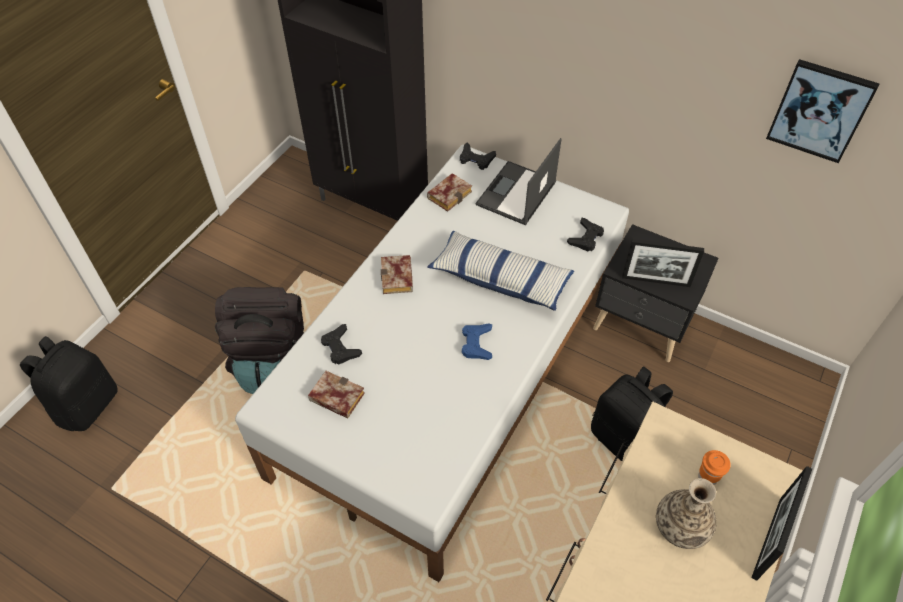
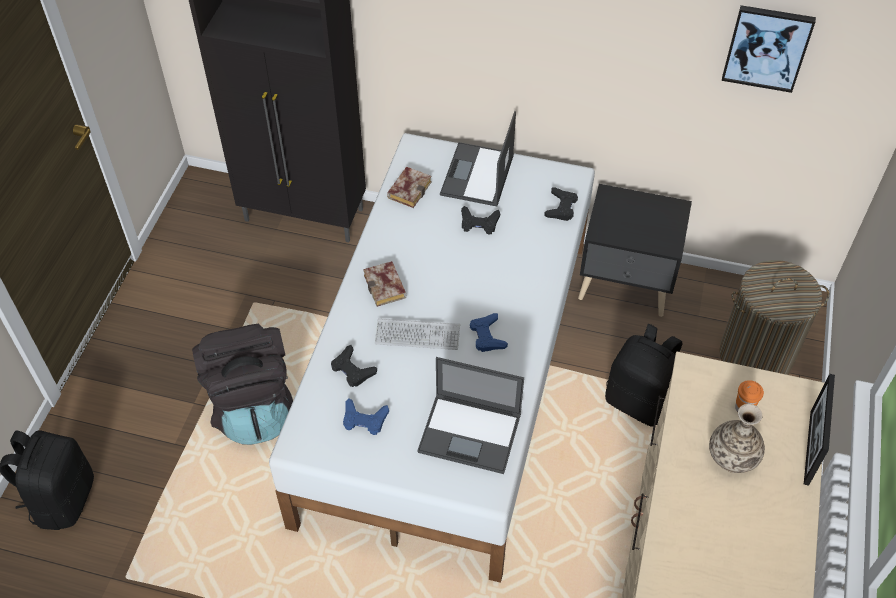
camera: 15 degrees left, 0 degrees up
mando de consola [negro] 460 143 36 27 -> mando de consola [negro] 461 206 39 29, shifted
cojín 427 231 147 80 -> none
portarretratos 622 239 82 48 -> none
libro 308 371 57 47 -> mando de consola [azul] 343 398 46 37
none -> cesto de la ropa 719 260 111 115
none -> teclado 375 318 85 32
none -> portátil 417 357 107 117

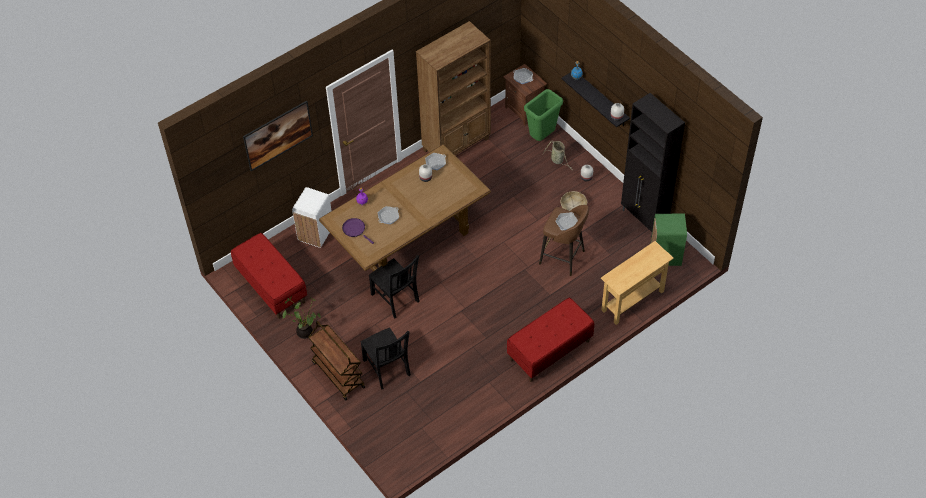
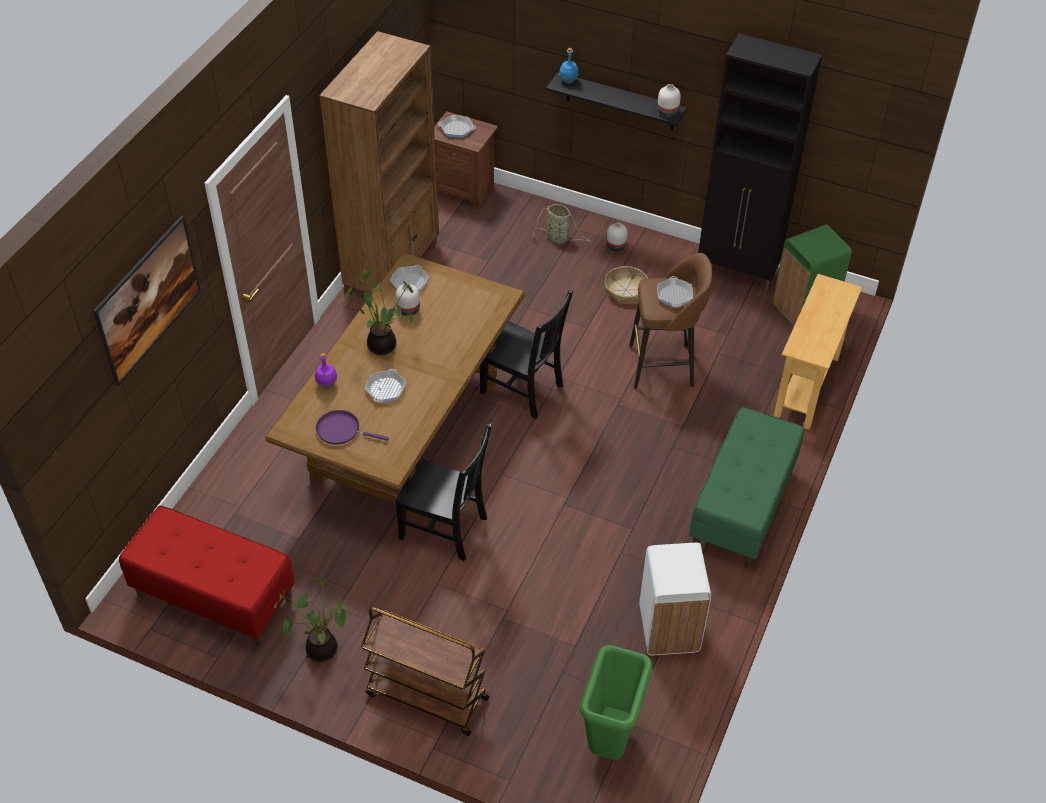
camera: 30 degrees left, 5 degrees down
papelera [verde] 524 89 39 52 -> papelera [verde] 580 645 73 115, shifted
papelera [blanco] 292 187 40 61 -> papelera [blanco] 639 543 72 112, shifted
banco [rojo] 507 297 87 85 -> banco [verde] 689 407 115 161
silla [negro] 360 327 51 63 -> silla [negro] 480 290 94 129, shifted
none -> planta en maceta 344 269 69 86

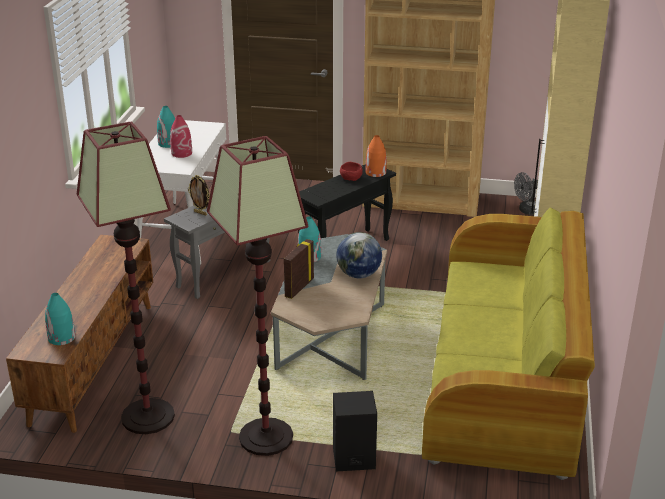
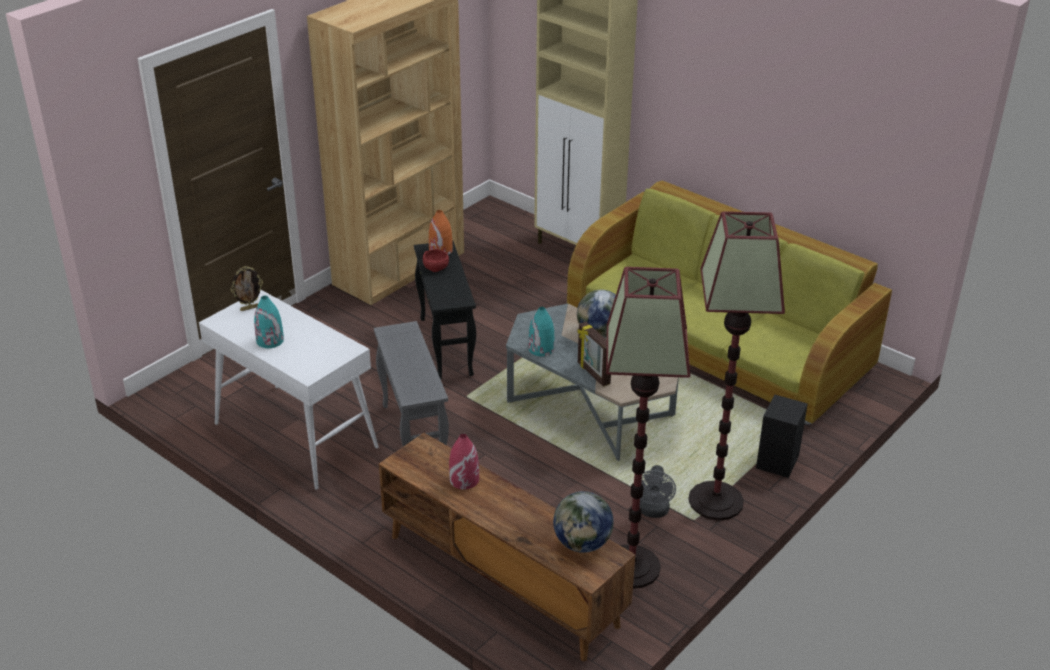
camera: 60 degrees left, 5 degrees up
florero [rojo] 170 115 22 43 -> florero [rojo] 449 434 30 55, shifted
ventilador [gris] 514 172 24 43 -> ventilador [gris] 639 465 37 53, shifted
portarretratos 188 175 22 41 -> portarretratos 231 266 32 45, shifted
florero [turquesa] 45 293 31 52 -> globo terráqueo 553 491 61 62

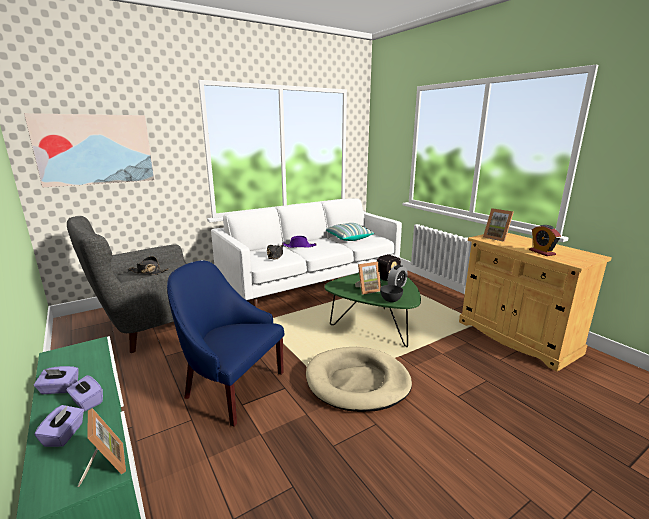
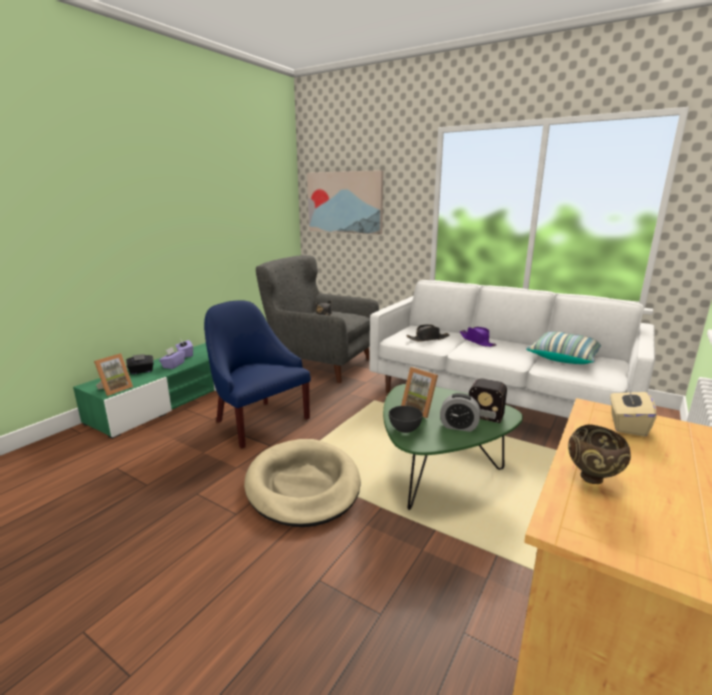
camera: 65 degrees right, 0 degrees up
portarretratos 483 208 31 34 -> caja de pañuelos [beis] 610 386 47 51
despertador 529 225 32 31 -> cuenco [marrón] 568 425 63 59
sillón [azul] 167 260 117 167 -> sillón [azul] 204 300 107 148, 45 degrees counterclockwise
caja de pañuelos [morado] 34 405 50 42 -> caja de pañuelos [negro] 126 354 28 20

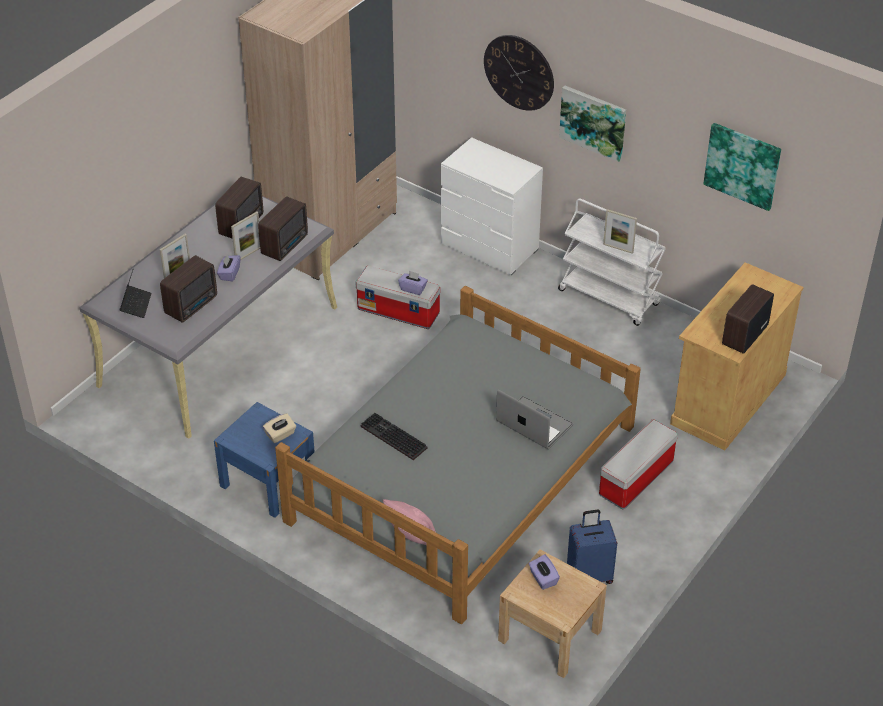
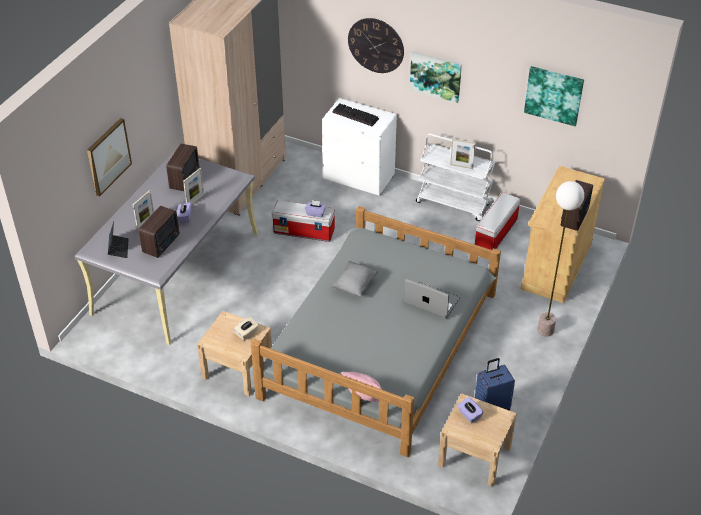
camera: 10 degrees left, 0 degrees up
radio 258 196 50 65 -> none
mesita de noche [azul] 214 402 101 116 -> mesita de noche [beis] 197 311 75 85
teclado 360 413 67 47 -> teclado 333 103 46 23, shifted
caja de almacenaje 599 419 79 90 -> caja de almacenaje 475 192 45 58, shifted
none -> cuadro 87 118 45 78
none -> lámpara de pie 537 181 47 156
none -> cojín [gris] 330 261 48 35

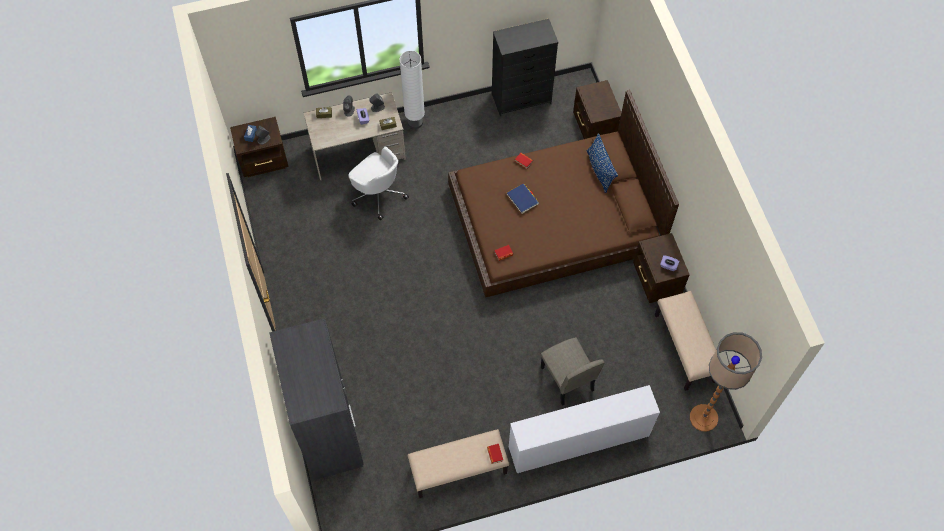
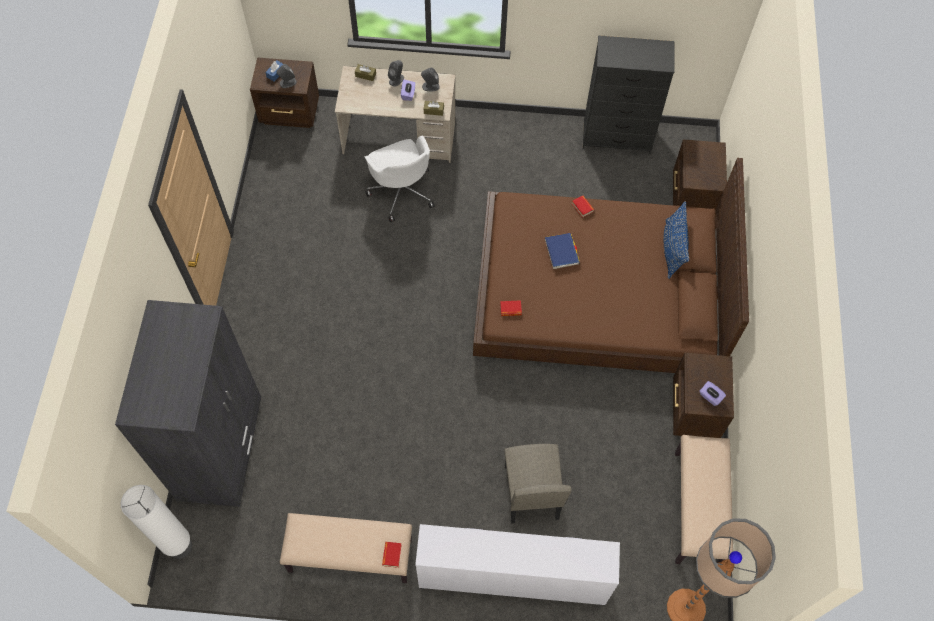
camera: 20 degrees right, 0 degrees up
lámpara de pie [blanco] 399 51 26 78 -> lámpara de pie [blanco] 121 485 71 74, shifted

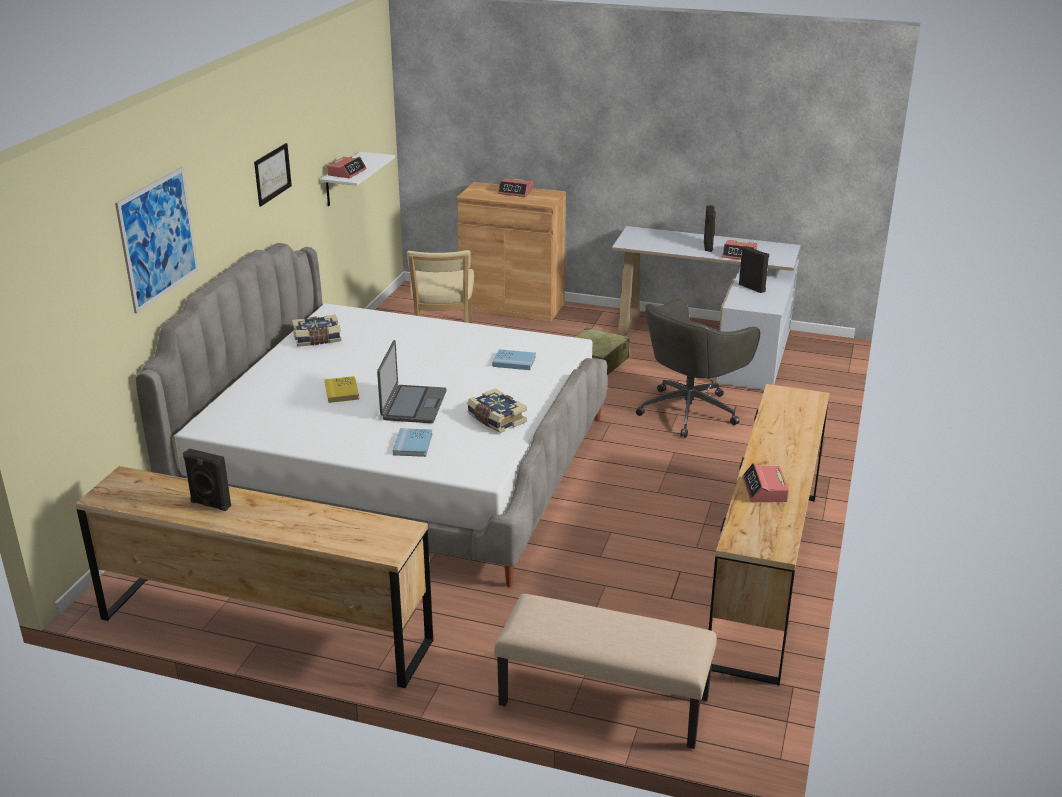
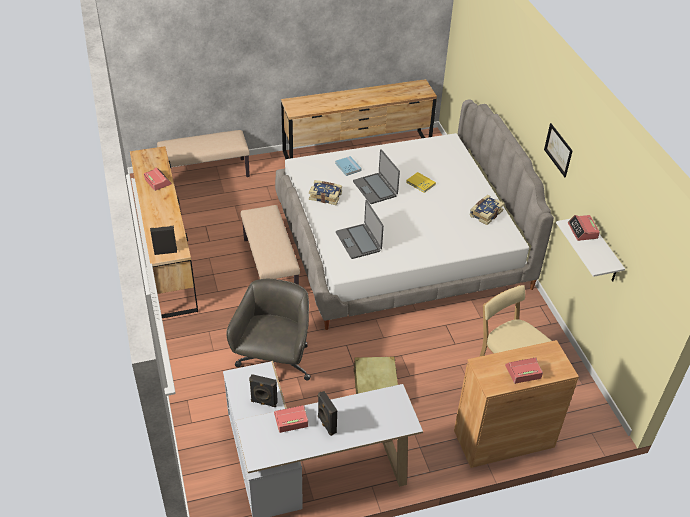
camera: 145 degrees right, 15 degrees up
cuadro 115 167 84 147 -> none
libro [azul] 492 349 44 21 -> portátil 336 200 48 59
altavoz [negro] 183 448 48 63 -> altavoz [negro] 150 226 27 29, shifted
none -> banco [beis] 241 205 59 80

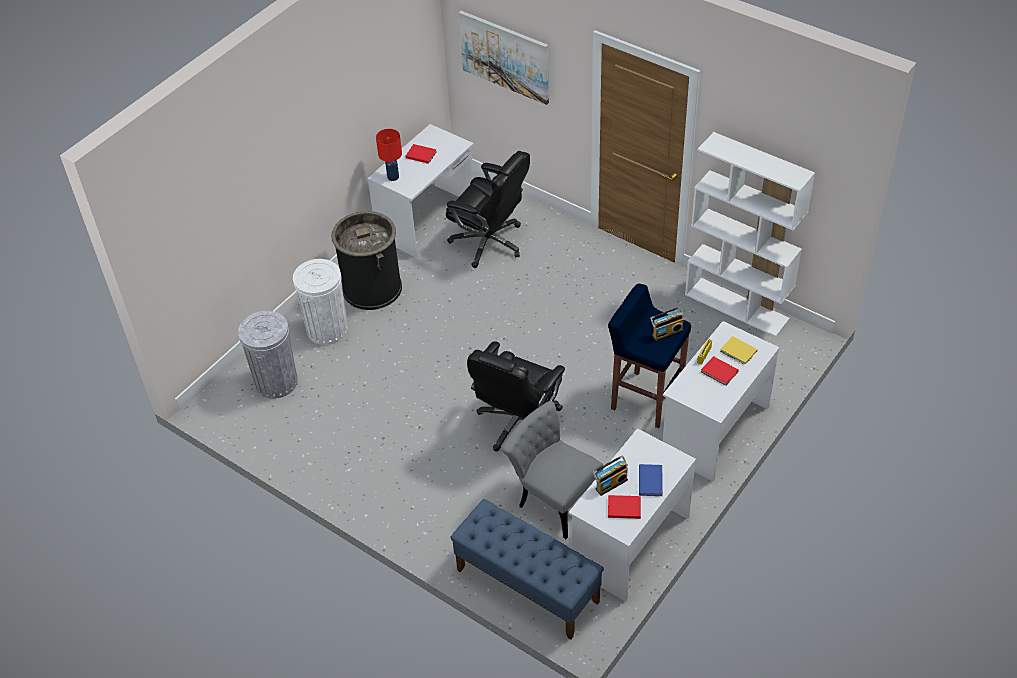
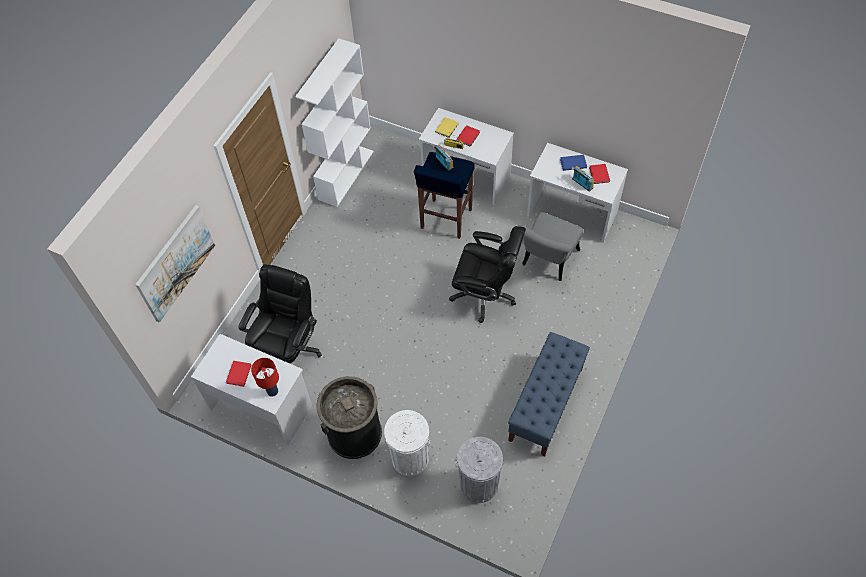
camera: 100 degrees left, 10 degrees up
banco [azul] 450 499 154 141 -> banco [azul] 508 332 82 124, shifted

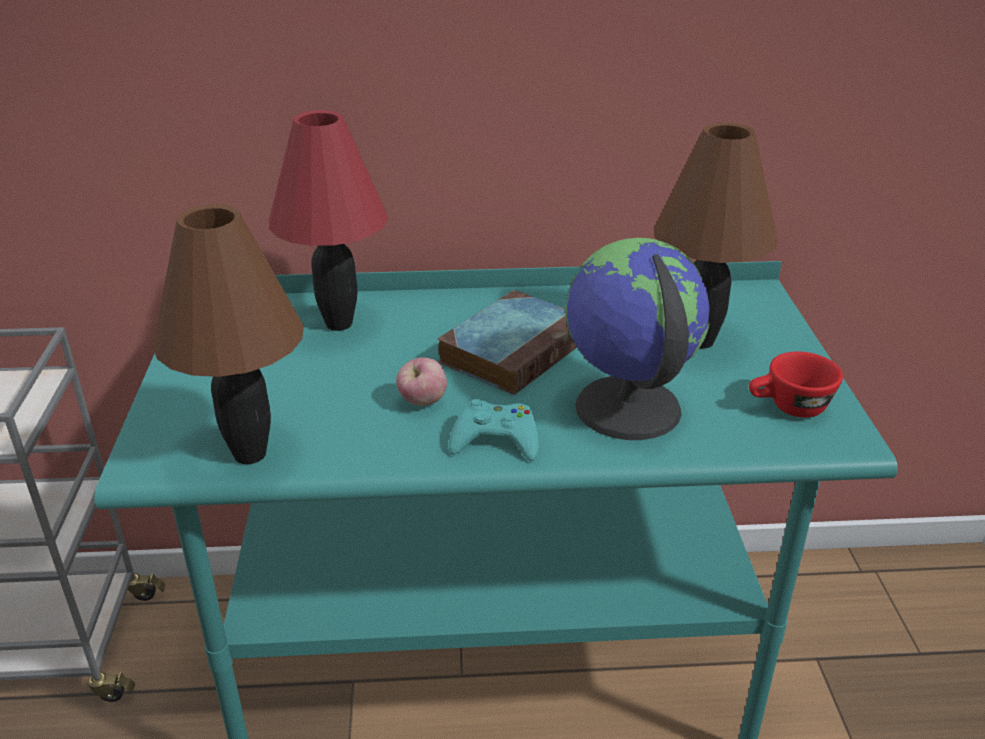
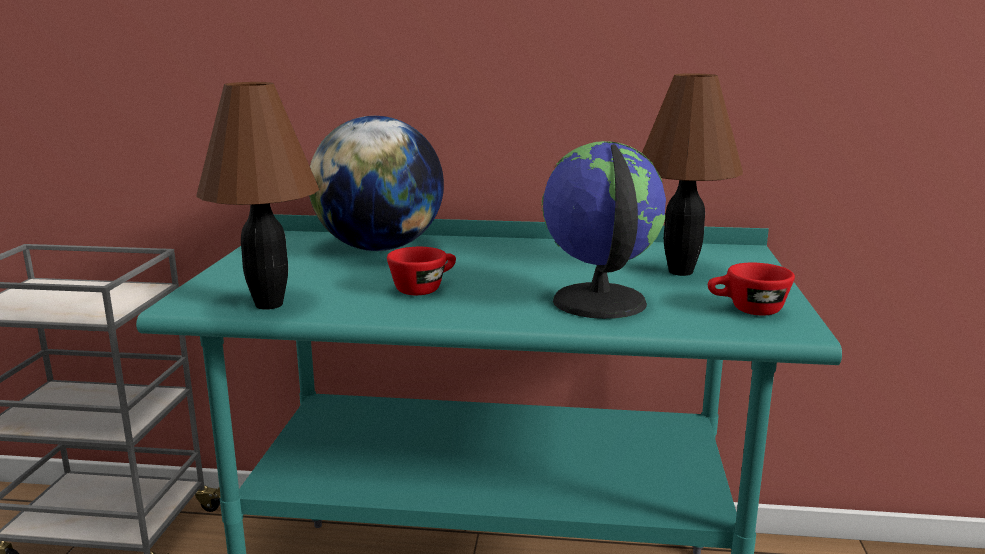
camera: 10 degrees right, 15 degrees down
lámpara de mesa [rojo] 269 110 119 221 -> globo terráqueo 309 116 135 135
libro 438 290 139 105 -> none
manzana 396 358 51 48 -> taza [rojo] 387 247 69 48
mando de consola [turquesa] 449 399 90 62 -> none

